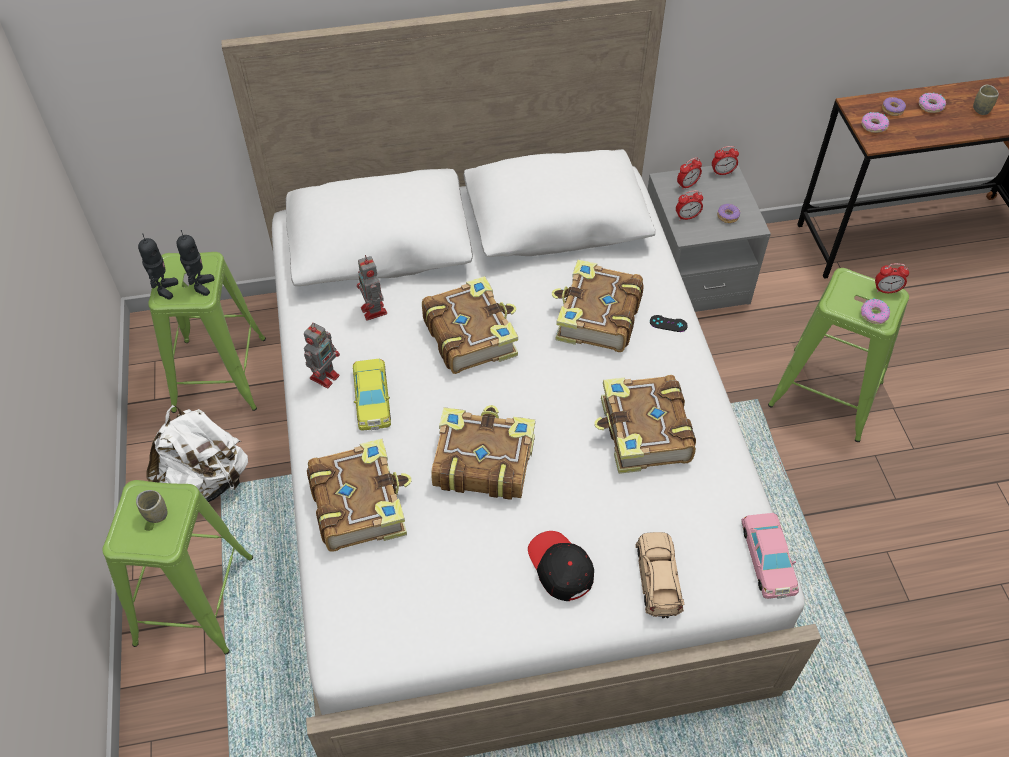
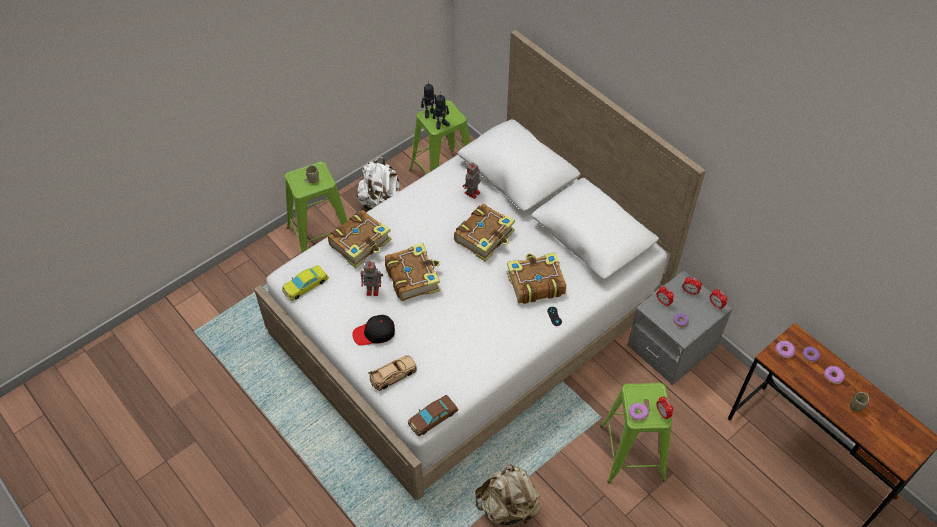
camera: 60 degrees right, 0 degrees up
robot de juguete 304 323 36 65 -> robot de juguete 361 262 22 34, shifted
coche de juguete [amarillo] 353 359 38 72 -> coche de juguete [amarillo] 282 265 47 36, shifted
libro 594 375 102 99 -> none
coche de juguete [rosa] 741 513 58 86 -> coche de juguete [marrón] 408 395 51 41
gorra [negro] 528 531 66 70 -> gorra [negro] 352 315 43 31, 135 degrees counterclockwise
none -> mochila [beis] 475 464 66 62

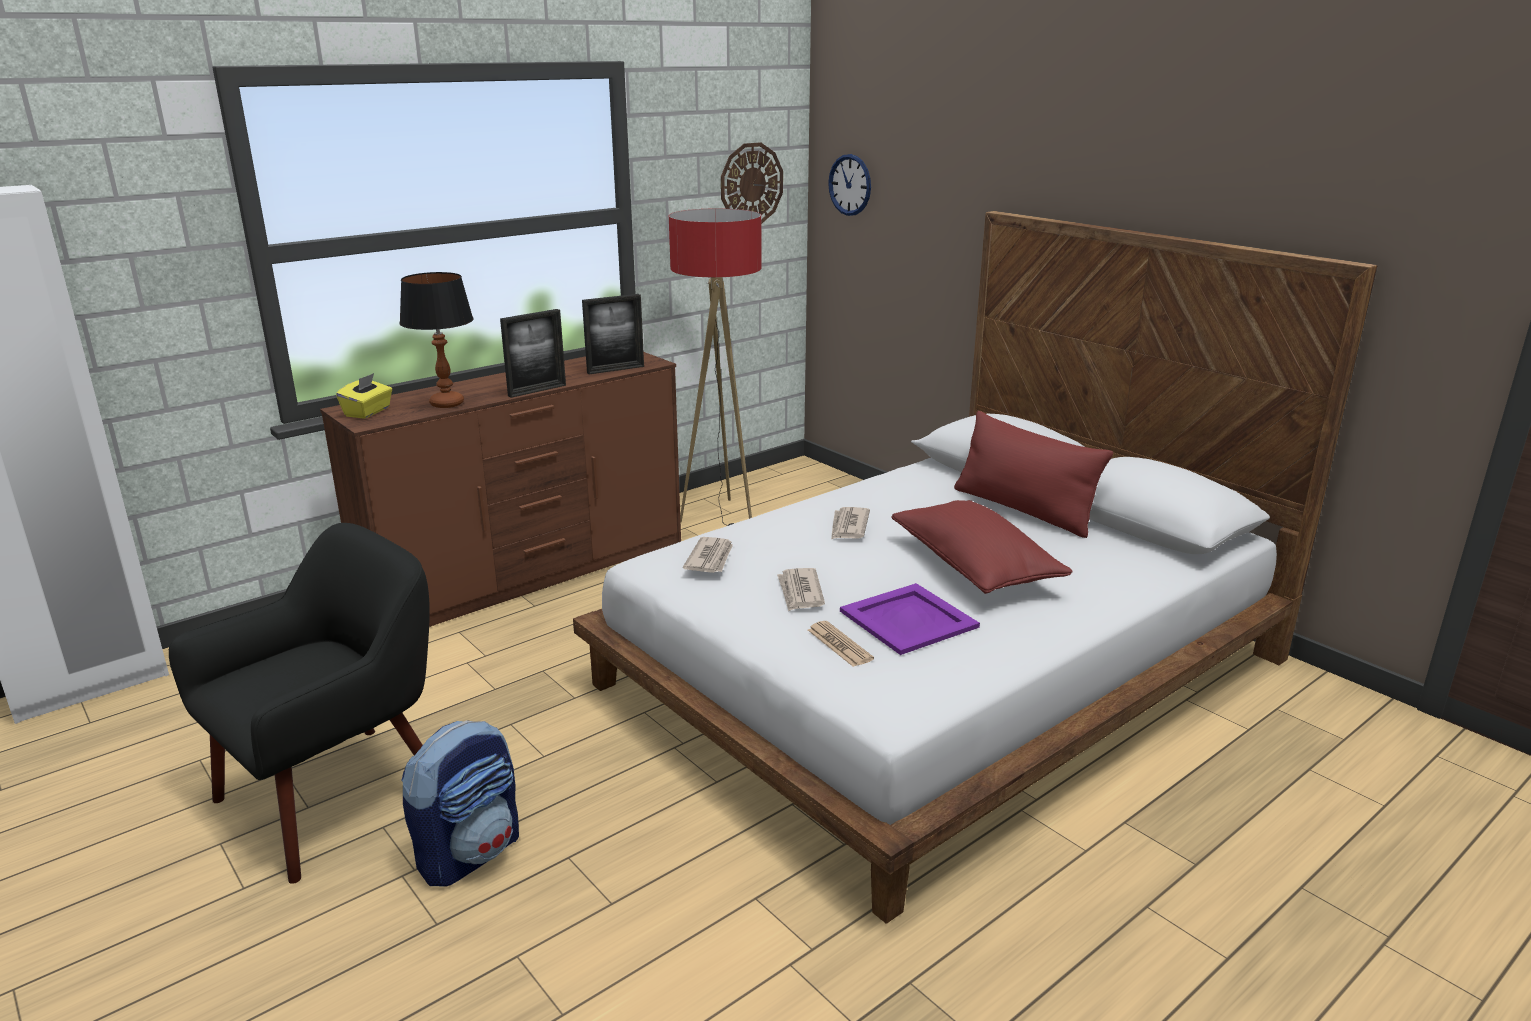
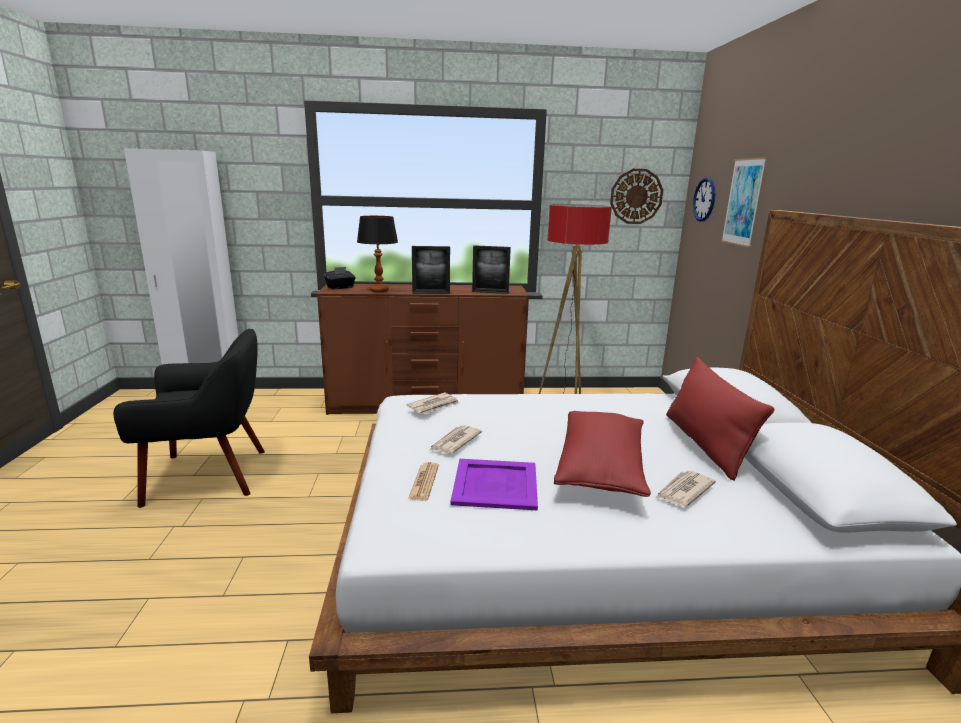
camera: 35 degrees right, 5 degrees down
caja de pañuelos [amarillo] 336 373 56 46 -> caja de pañuelos [negro] 324 267 32 22
periódico 831 507 39 32 -> periódico 655 471 61 35, shifted
mochila 401 720 118 166 -> none
none -> cuadro 721 157 46 90

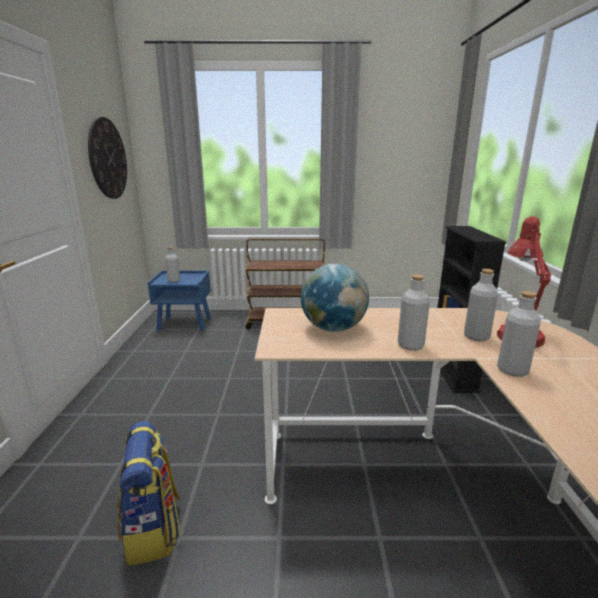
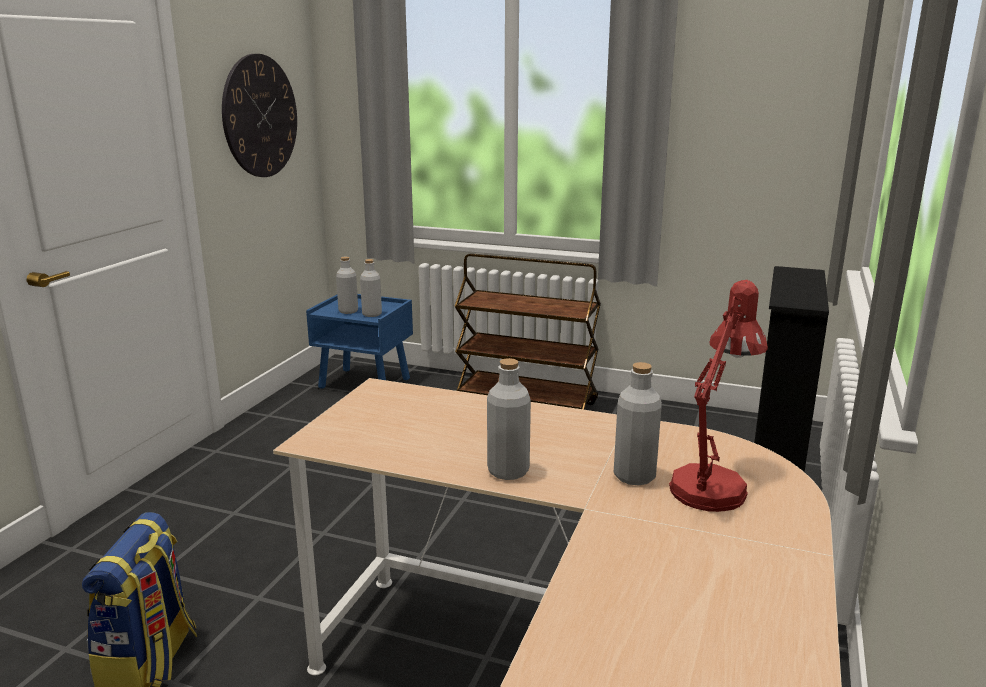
camera: 20 degrees right, 0 degrees up
globo terráqueo 301 264 68 68 -> none
botella [gris] 497 291 44 86 -> botella [gris] 360 259 22 58, shifted

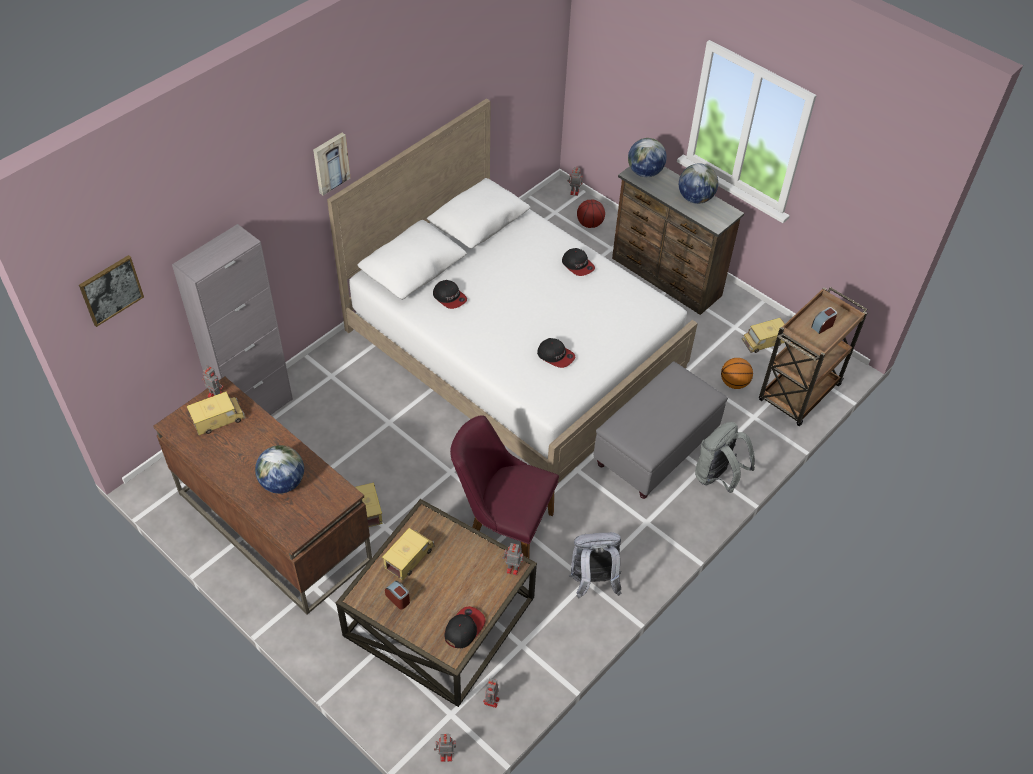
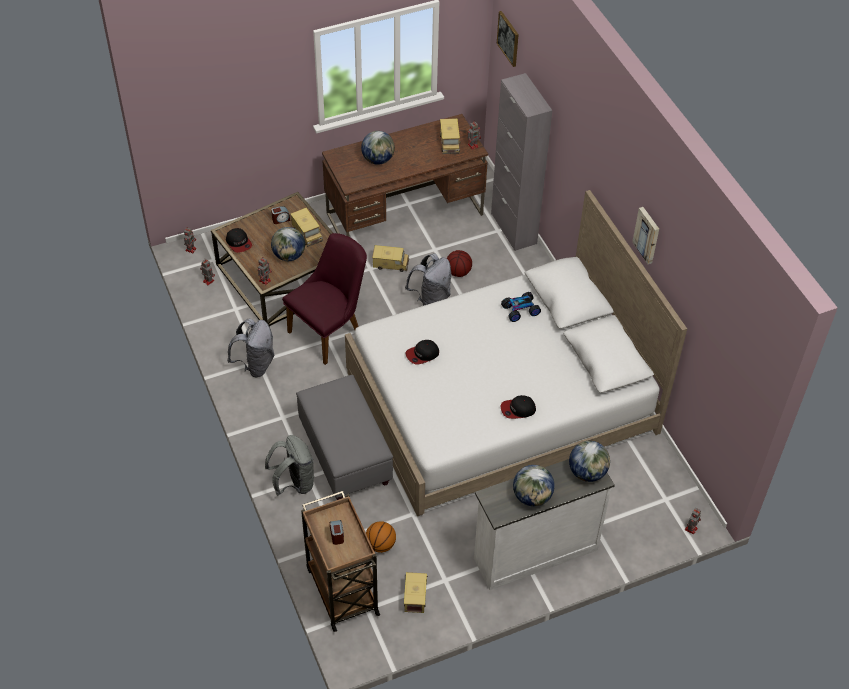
camera: 115 degrees right, 0 degrees up
cuadro 313 133 37 62 -> cuadro 632 207 27 57, shifted
cómoda [marrón] 612 166 132 149 -> cómoda [blanco] 474 459 141 131
balón de baloncesto 577 199 28 29 -> balón de baloncesto 447 250 25 27, shifted
gorra 433 280 34 29 -> coche de juguete 501 292 40 30
none -> globo terráqueo 271 227 34 34
none -> mochila [gris] 405 253 46 53

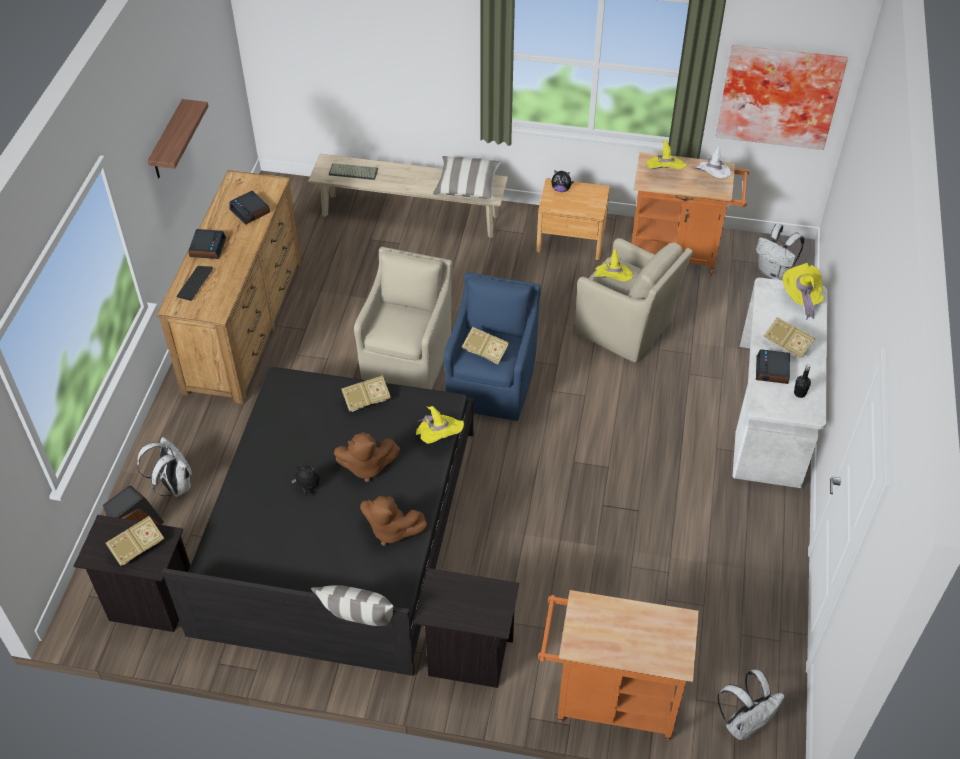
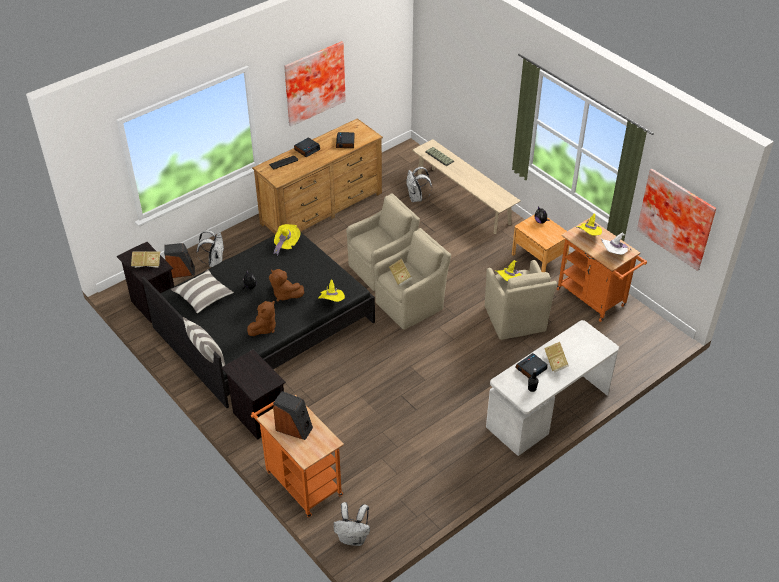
camera: 40 degrees right, 5 degrees down
estante 147 99 61 80 -> cuadro 284 41 62 86
cojín 433 156 68 44 -> cojín 171 269 63 44, shifted
mochila [blanco] 756 223 49 57 -> mochila [blanco] 406 167 26 35, shifted
sombrero [amarillo] 783 263 42 57 -> sombrero [amarillo] 273 224 27 32, shifted
sillón [azul] 444 272 97 149 -> sillón [beis] 374 228 77 102
libro 341 375 50 37 -> none
peluche [marrón] 360 496 67 50 -> peluche [marrón] 247 301 29 35, 120 degrees counterclockwise
none -> altavoz 273 391 40 49

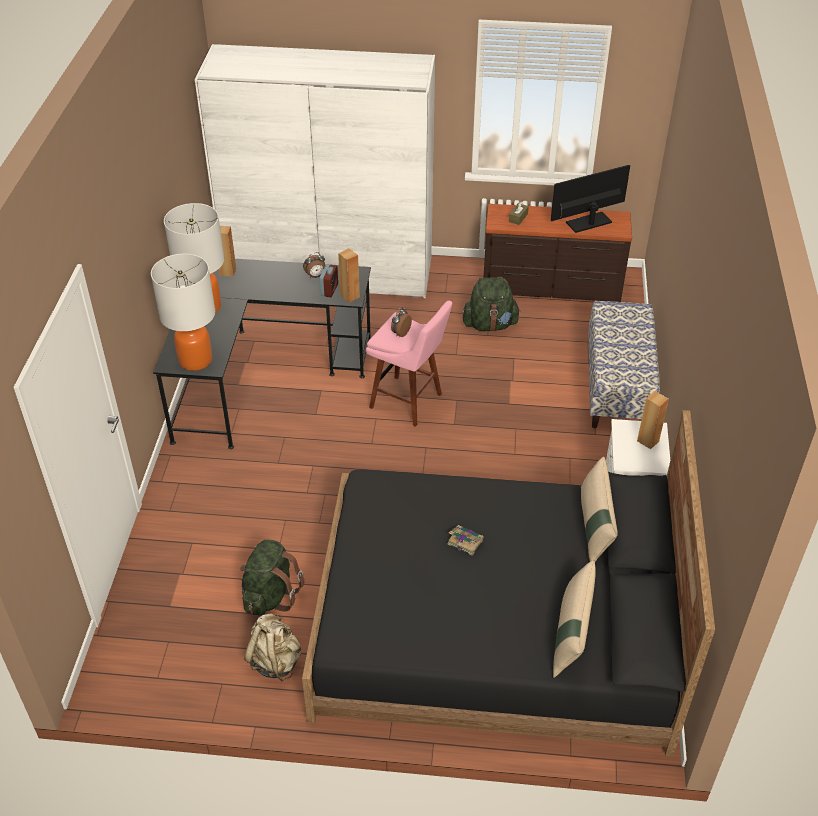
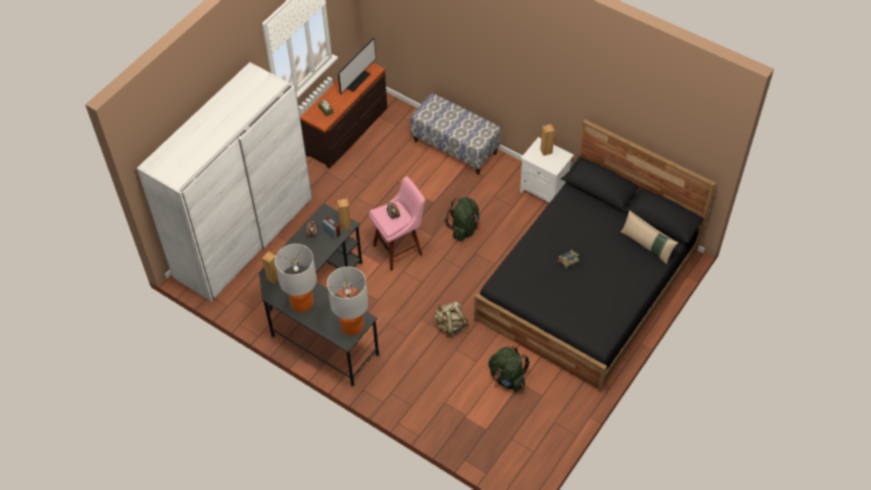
camera: 60 degrees left, 10 degrees up
monitor 551 165 79 68 -> monitor 338 37 38 57, 150 degrees counterclockwise
mochila [verde] 463 277 58 55 -> mochila [verde] 444 197 36 44, shifted
cojín [beis] 581 456 37 106 -> none
mochila [beis] 244 613 57 69 -> mochila [beis] 434 301 35 36, shifted

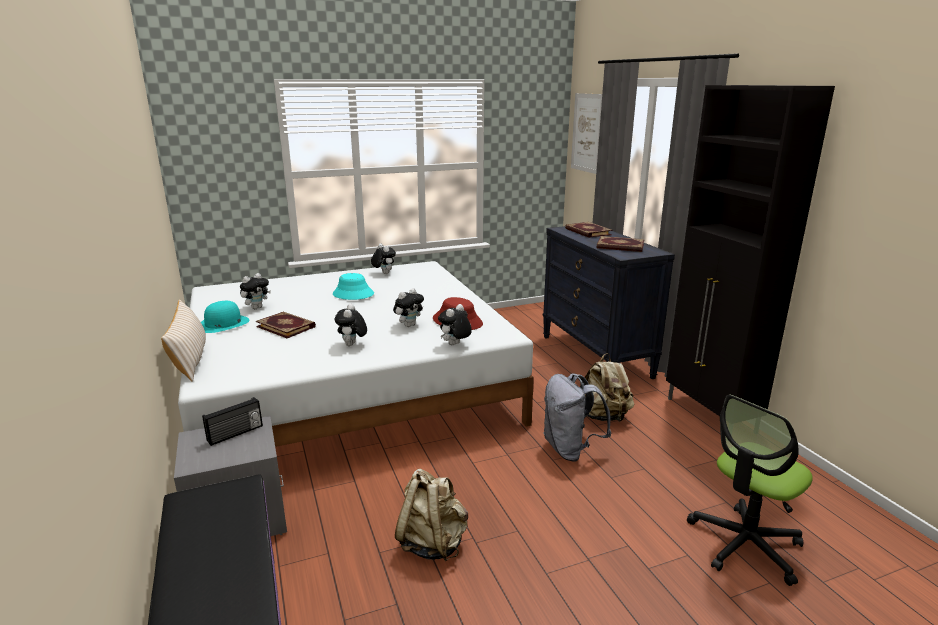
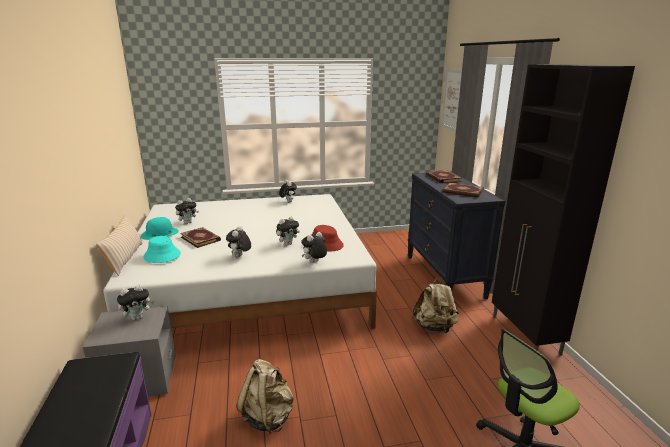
camera: 10 degrees right, 0 degrees up
sombrero [turquesa] 333 273 41 27 -> sombrero [turquesa] 143 236 38 27, shifted
mochila [gris] 543 373 68 88 -> none
radio 202 397 61 49 -> peluche 117 285 37 35

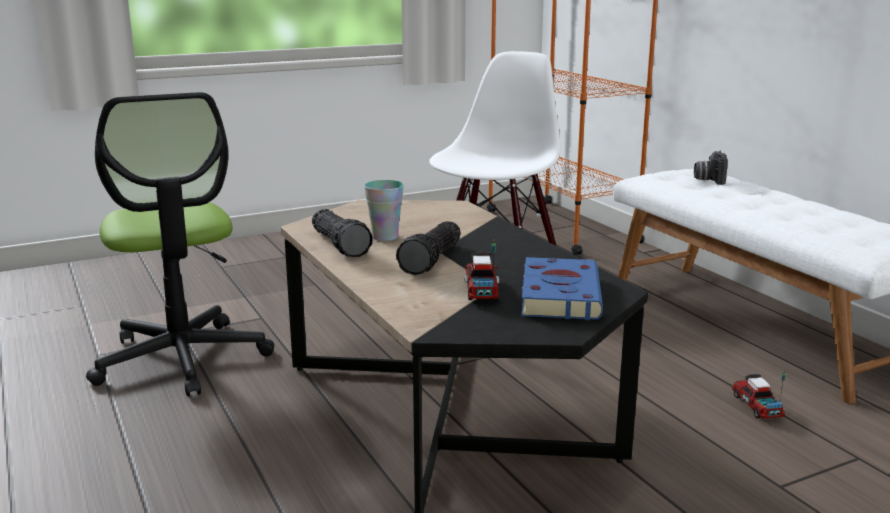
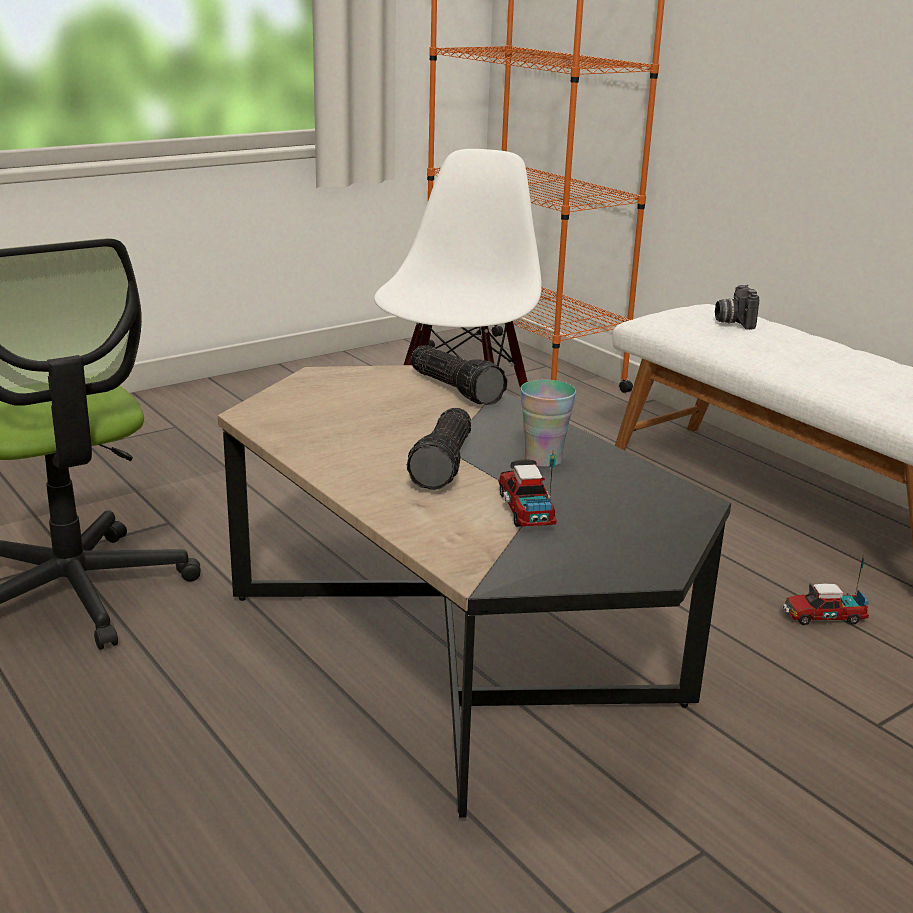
camera: 10 degrees left, 5 degrees up
taza 364 180 40 61 -> taza 520 380 56 87, shifted
linterna 312 209 61 48 -> linterna 411 345 97 60, shifted
libro [azul] 521 257 82 63 -> none
camión de juguete 732 370 54 49 -> camión de juguete 782 555 87 70, 75 degrees counterclockwise

